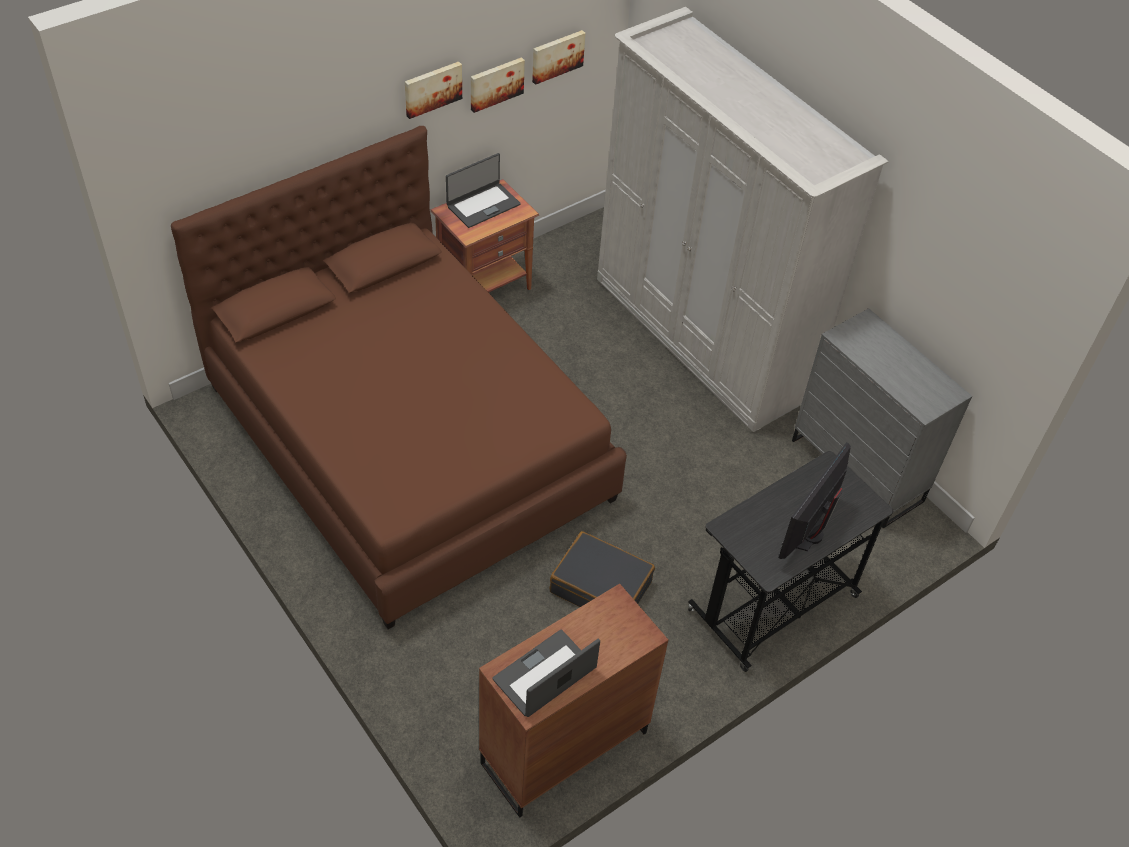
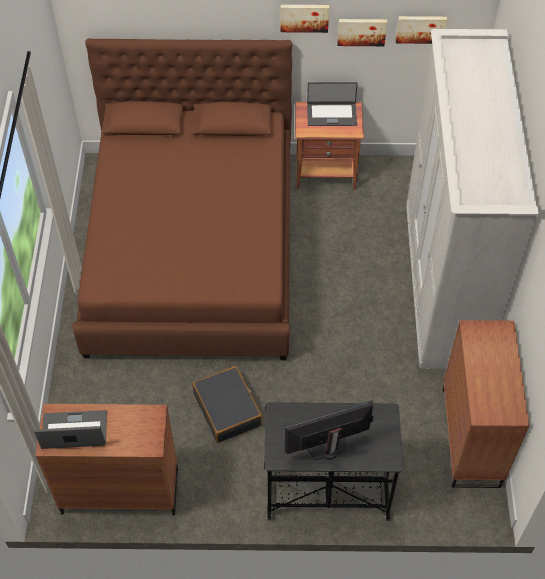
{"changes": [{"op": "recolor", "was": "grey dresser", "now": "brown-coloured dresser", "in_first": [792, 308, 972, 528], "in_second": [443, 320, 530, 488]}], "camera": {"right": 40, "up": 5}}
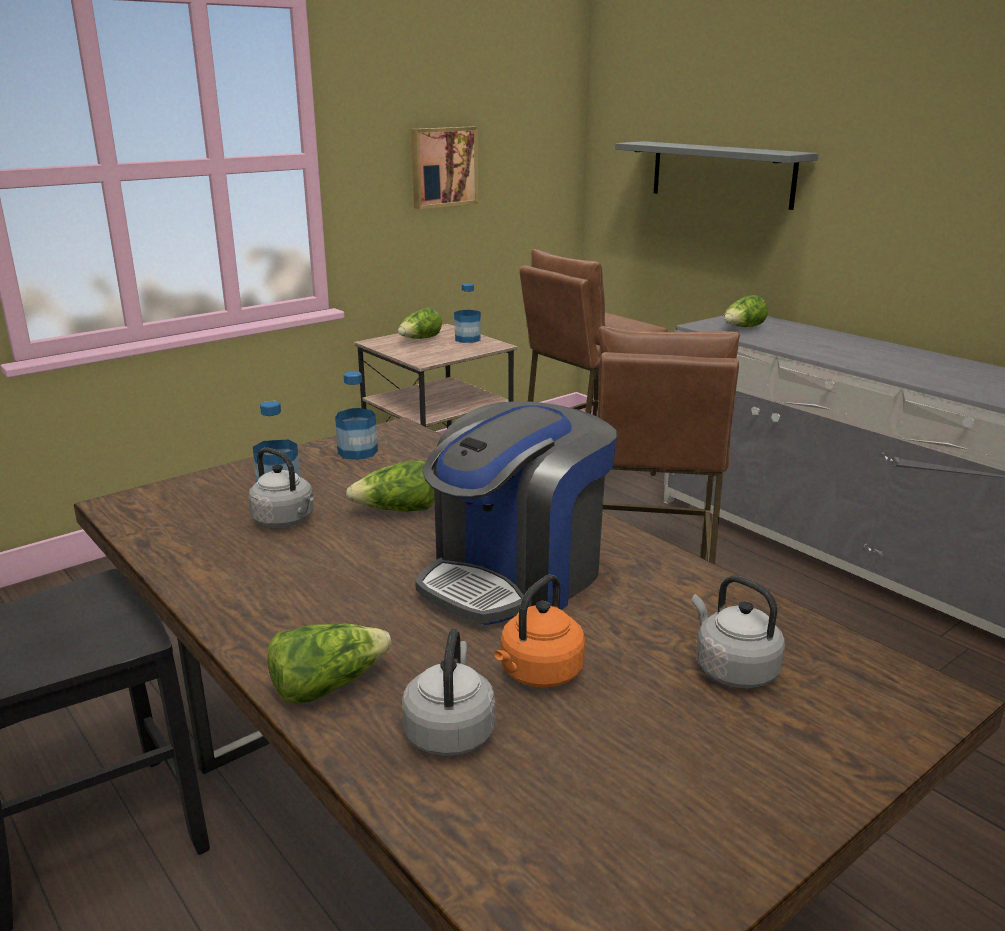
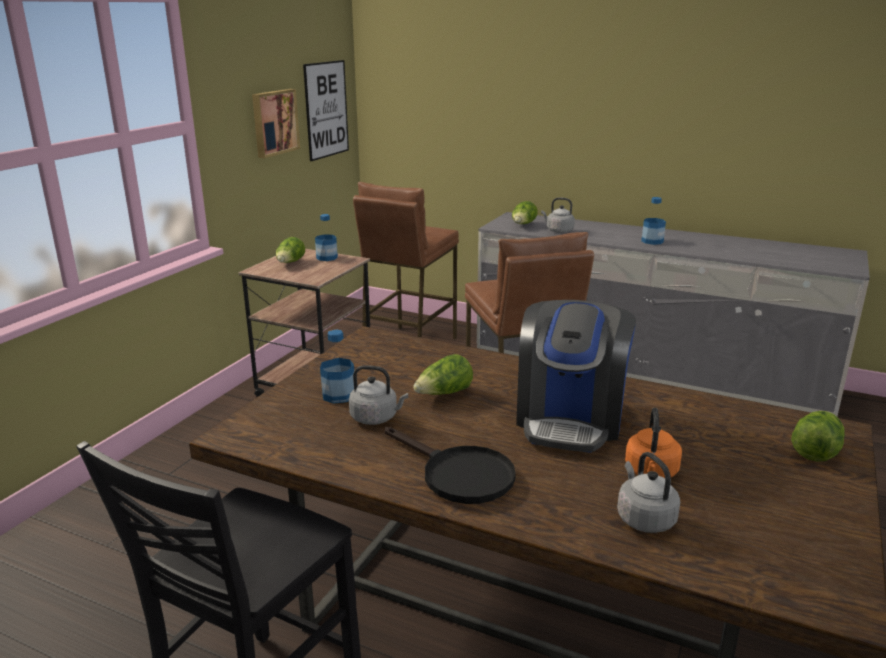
{"changes": [{"op": "delete", "was": "grey wall shelf", "in_first": [615, 141, 819, 210]}, {"op": "move", "was": "bottle", "in_first": [335, 371, 378, 460], "in_second": [641, 197, 666, 245]}, {"op": "move", "was": "grey tea kettle", "in_first": [692, 576, 785, 688], "in_second": [541, 198, 575, 233]}, {"op": "move", "was": "lettuce head", "in_first": [267, 624, 392, 704], "in_second": [791, 411, 845, 462]}, {"op": "insert", "now": "picture", "in_second": [303, 60, 349, 161]}, {"op": "insert", "now": "black-coloured pan", "in_second": [385, 427, 516, 504]}], "camera": {"right": -25, "up": 0}}
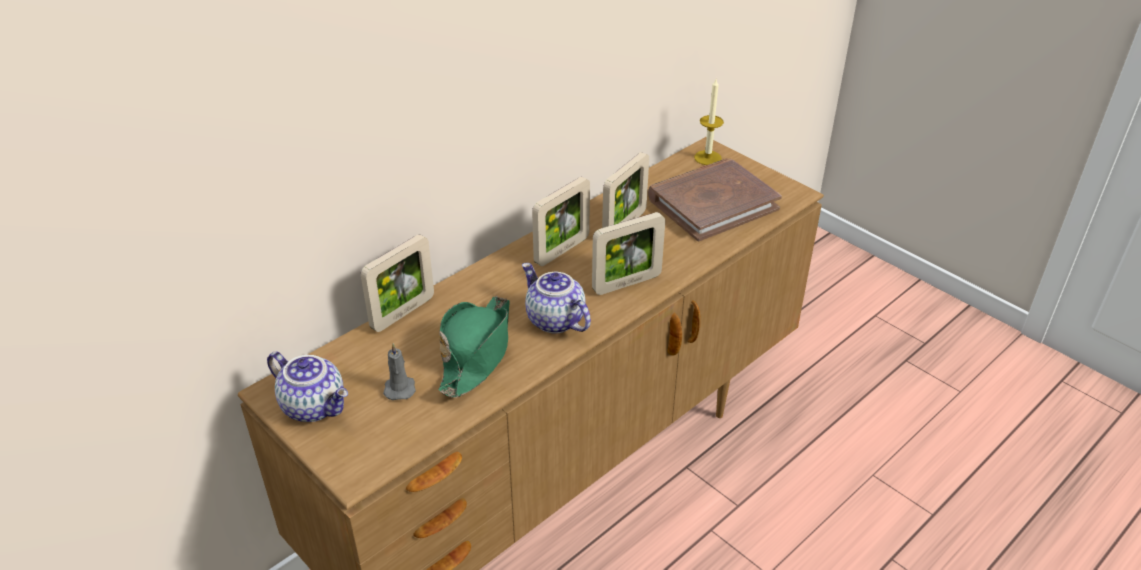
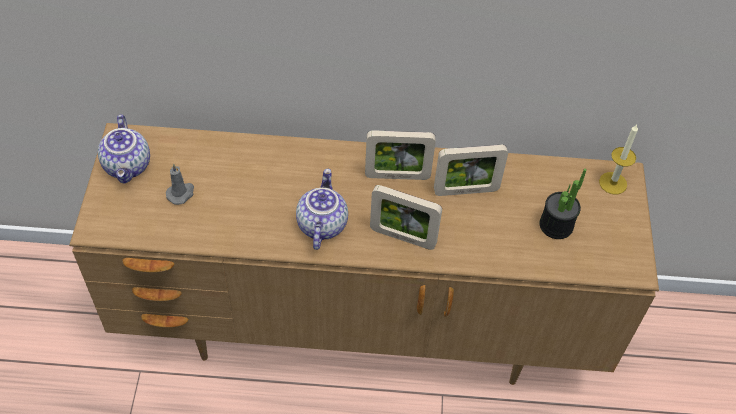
{"changes": [{"op": "replace", "was": "brown-coloured book", "now": "houseplant", "in_first": [648, 158, 782, 241], "in_second": [540, 169, 587, 239]}, {"op": "delete", "was": "picture frame", "in_first": [361, 235, 434, 332]}, {"op": "delete", "was": "green-coloured clothing hat", "in_first": [439, 296, 510, 398]}], "camera": {"right": 45, "up": 15}}
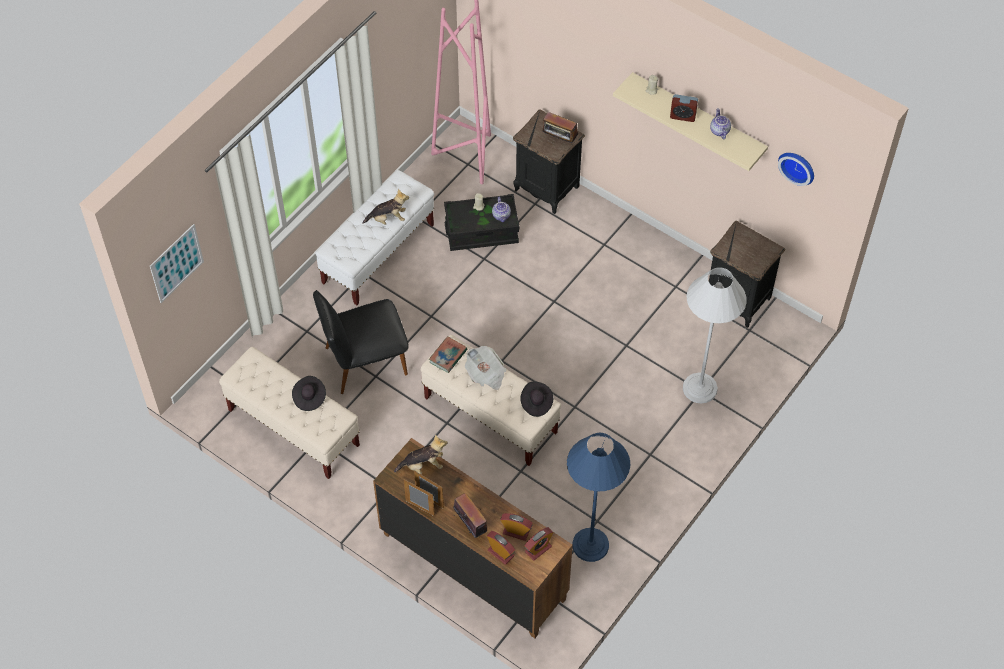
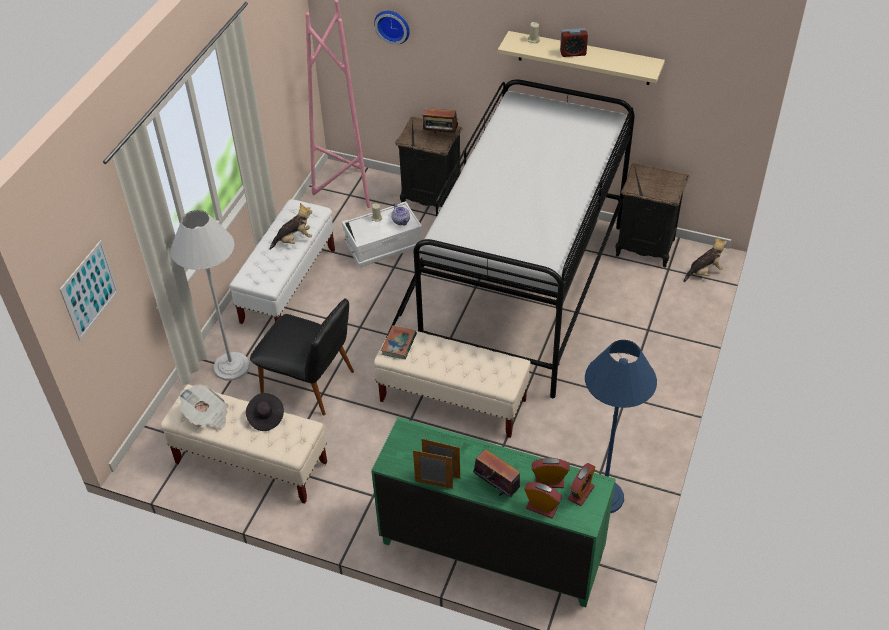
{"changes": [{"op": "delete", "was": "pot for tea", "in_first": [710, 108, 731, 139]}, {"op": "move", "was": "hanging clock", "in_first": [778, 153, 814, 186], "in_second": [374, 11, 410, 45]}, {"op": "recolor", "was": "black-coloured storage container", "now": "white-coloured storage container", "in_first": [444, 194, 520, 251], "in_second": [342, 201, 422, 267]}, {"op": "move", "was": "white-coloured standing lamp", "in_first": [683, 267, 747, 403], "in_second": [170, 210, 250, 381]}, {"op": "rotate", "was": "black-coloured plain chair", "in_first": [313, 290, 409, 394], "in_second": [250, 298, 354, 415], "clockwise": -120}, {"op": "move", "was": "printed paper", "in_first": [465, 346, 507, 390], "in_second": [179, 384, 229, 428]}, {"op": "delete", "was": "black-coloured clothing hat", "in_first": [520, 382, 553, 417]}, {"op": "move", "was": "cuddly toy", "in_first": [394, 435, 448, 474], "in_second": [683, 237, 727, 282]}, {"op": "recolor", "was": "brown-coloured dresser", "now": "green-coloured dresser", "in_first": [373, 438, 573, 638], "in_second": [371, 417, 616, 607]}, {"op": "insert", "now": "black-coloured bedroom bed", "in_second": [386, 79, 635, 398]}], "camera": {"right": -15, "up": -10}}
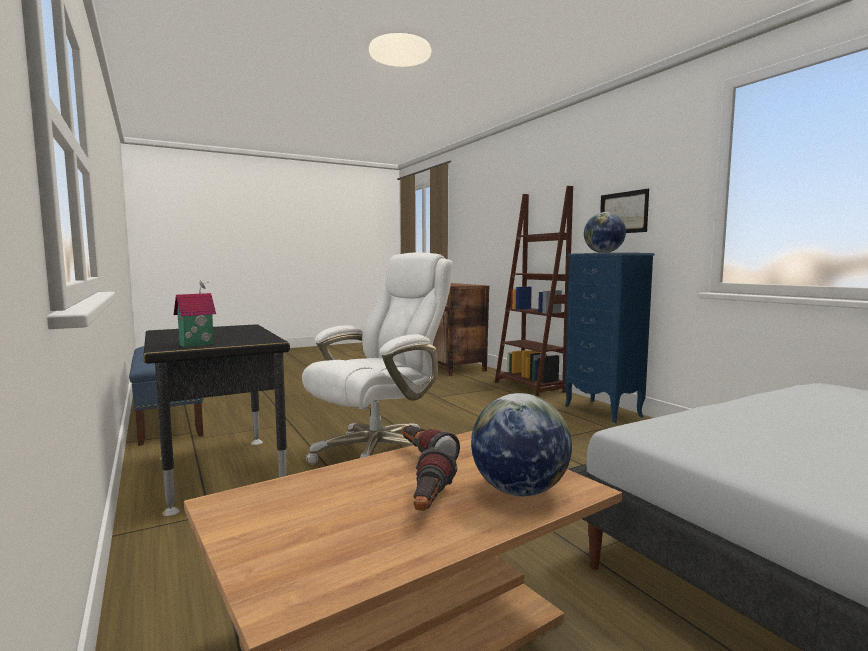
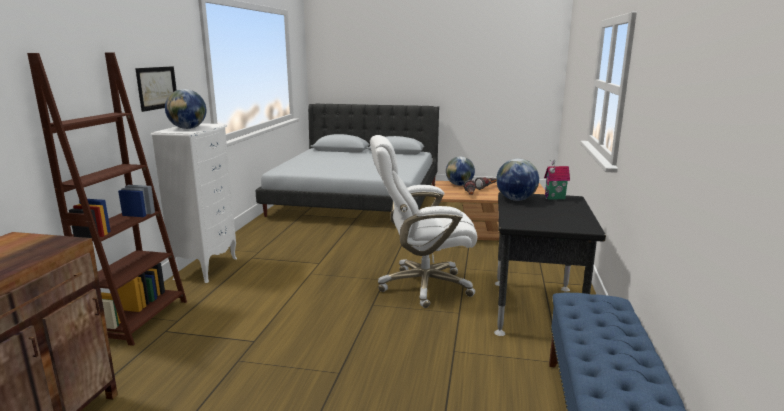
{"changes": [{"op": "recolor", "was": "bluish dresser", "now": "white-coloured dresser", "in_first": [565, 253, 655, 423], "in_second": [151, 123, 237, 283]}, {"op": "insert", "now": "globe", "in_second": [496, 158, 539, 201]}], "camera": {"right": -140, "up": 10}}
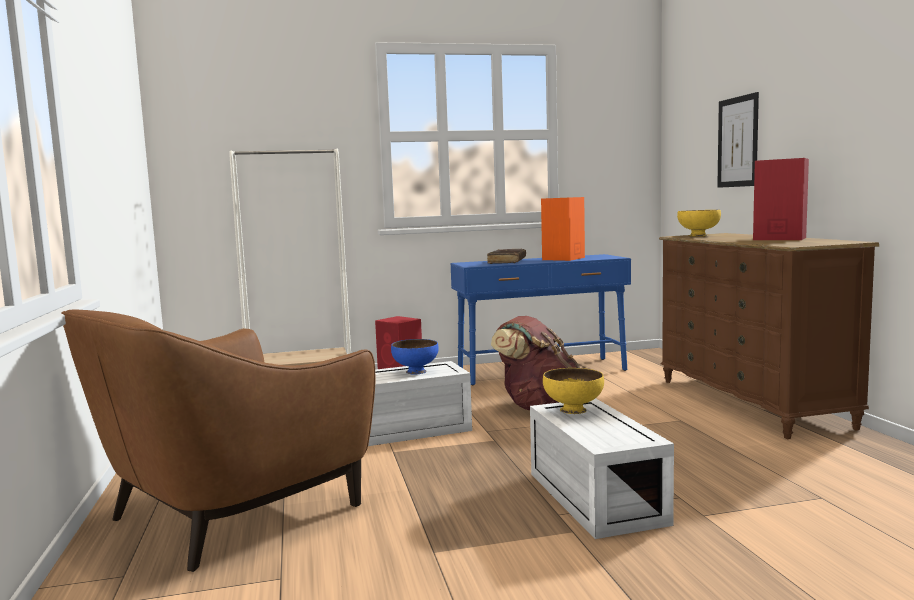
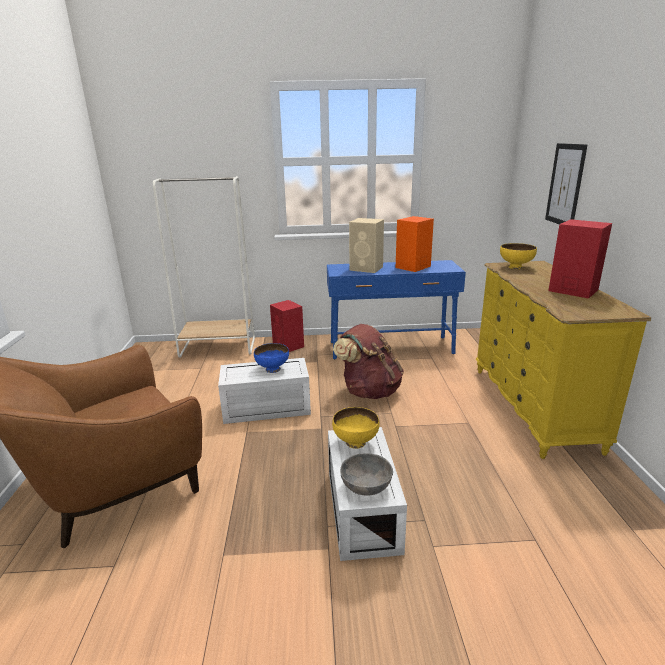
{"changes": [{"op": "recolor", "was": "brown-coloured dresser", "now": "yellow-coloured dresser", "in_first": [659, 233, 879, 439], "in_second": [476, 261, 651, 459]}, {"op": "replace", "was": "brown-coloured book", "now": "beige audio speaker", "in_first": [487, 248, 526, 264], "in_second": [349, 218, 384, 273]}, {"op": "insert", "now": "grey serving bowl", "in_second": [340, 453, 393, 496]}], "camera": {"right": 10, "up": 15}}
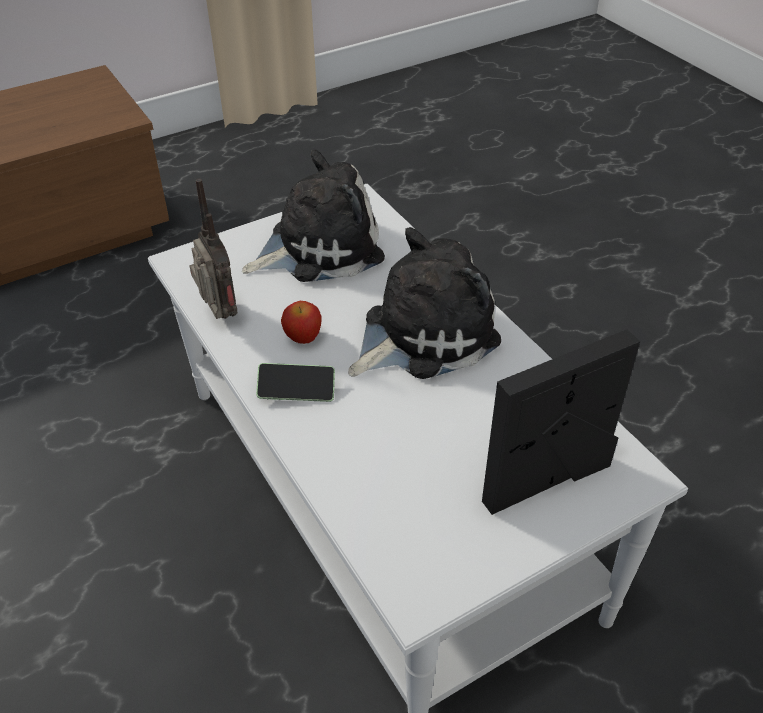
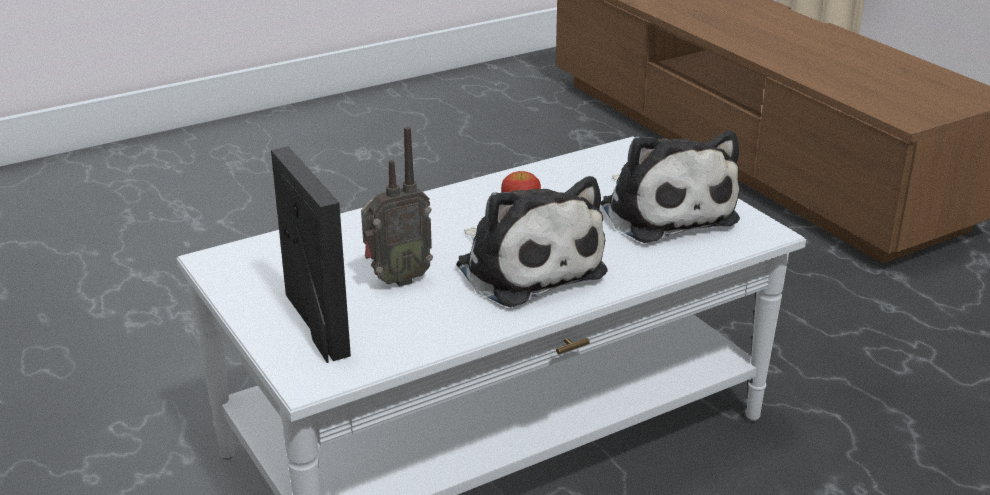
{"changes": [{"op": "move", "was": "radio receiver", "in_first": [189, 179, 237, 319], "in_second": [361, 127, 433, 287]}, {"op": "delete", "was": "handset", "in_first": [256, 363, 335, 402]}], "camera": {"right": 90, "up": -15}}
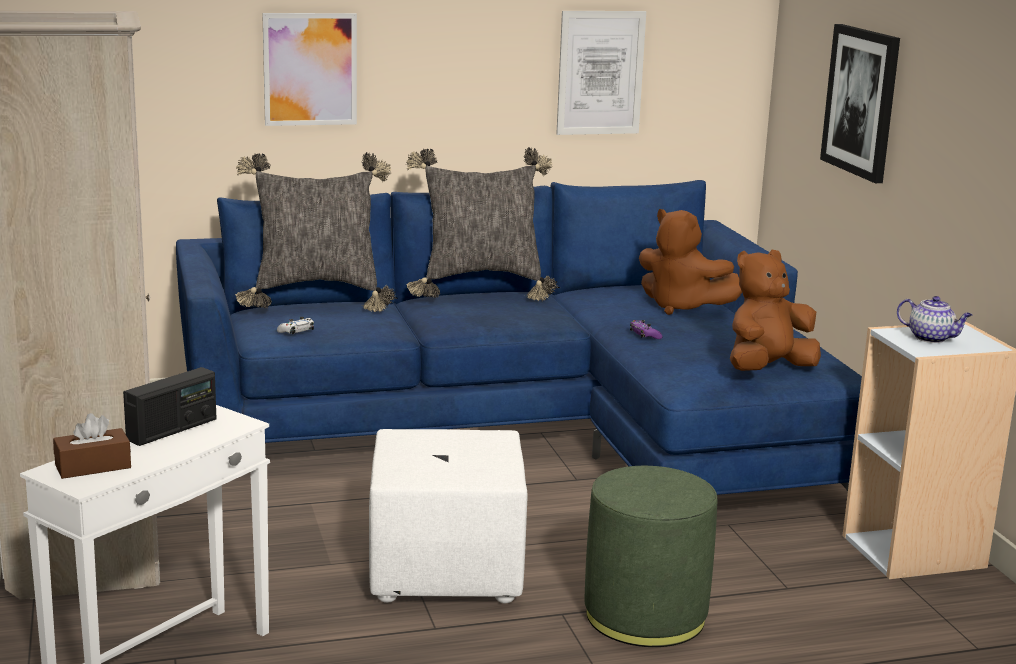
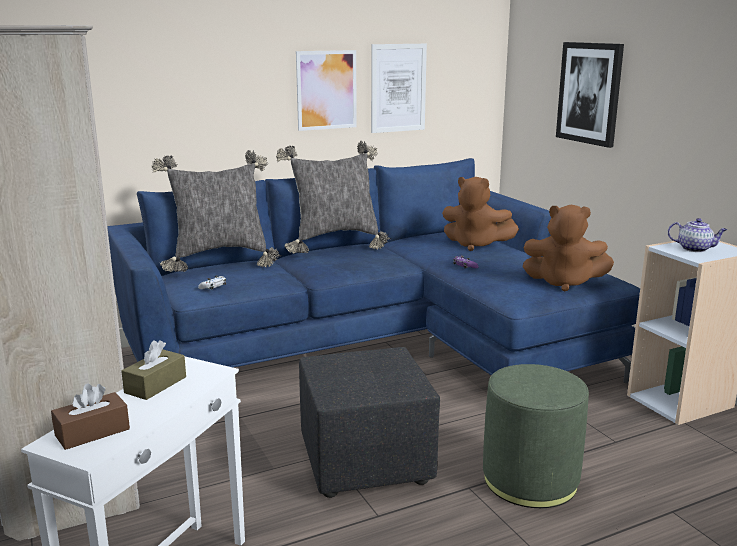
{"changes": [{"op": "move", "was": "picture", "in_first": [262, 13, 357, 126], "in_second": [296, 50, 357, 131]}, {"op": "rotate", "was": "brown-coloured cuddly toy", "in_first": [730, 250, 821, 371], "in_second": [522, 205, 614, 292], "clockwise": -120}, {"op": "replace", "was": "radio receiver", "now": "brown-coloured tissue holder", "in_first": [123, 367, 217, 446], "in_second": [121, 340, 186, 400]}, {"op": "recolor", "was": "white-coloured footrest", "now": "black-coloured footrest", "in_first": [369, 429, 528, 603], "in_second": [299, 347, 440, 498]}], "camera": {"right": -10, "up": 0}}
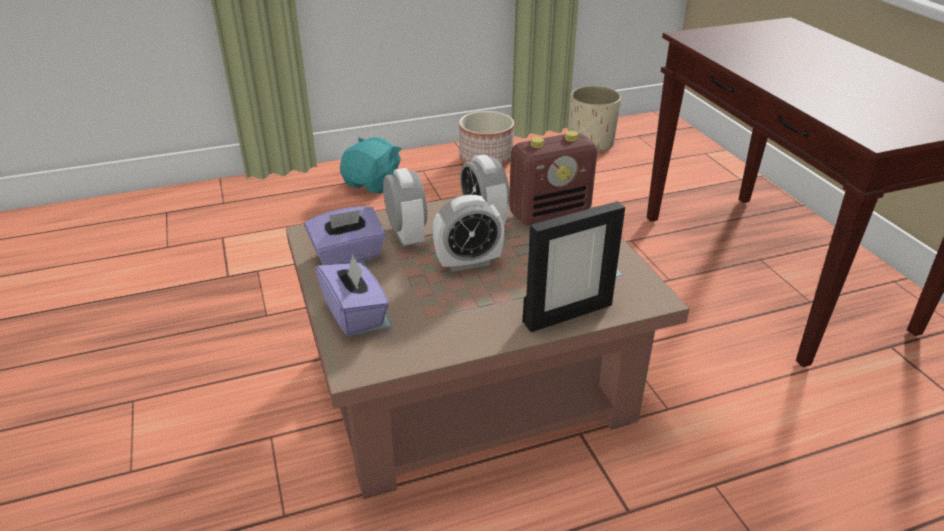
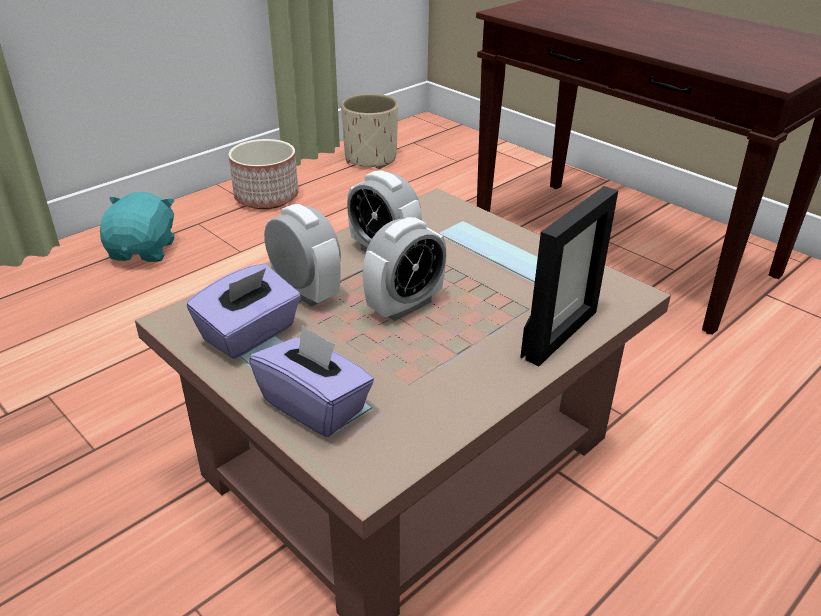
{"changes": [{"op": "delete", "was": "radio receiver", "in_first": [509, 131, 597, 225]}], "camera": {"right": -25, "up": 0}}
